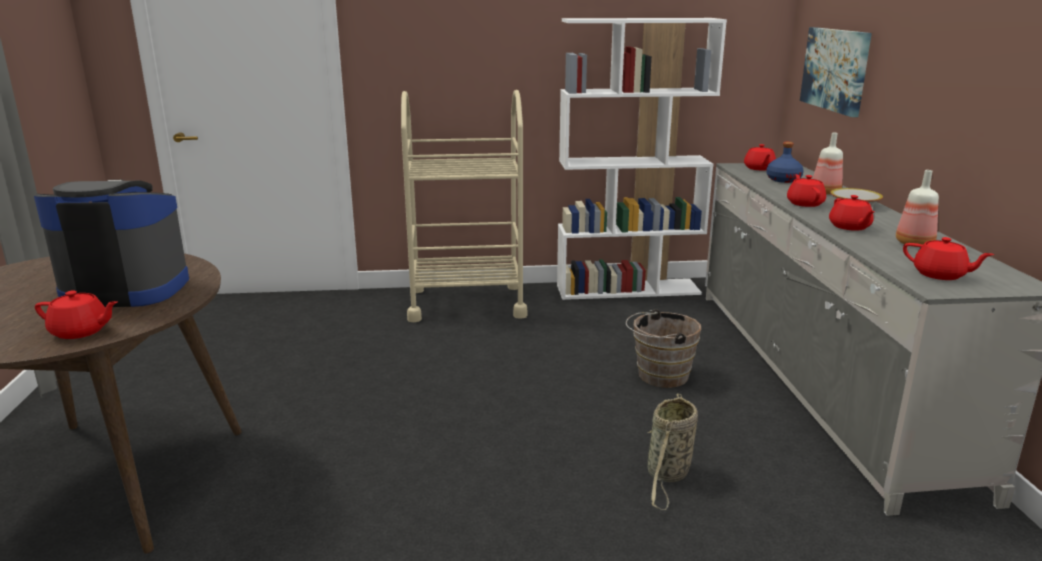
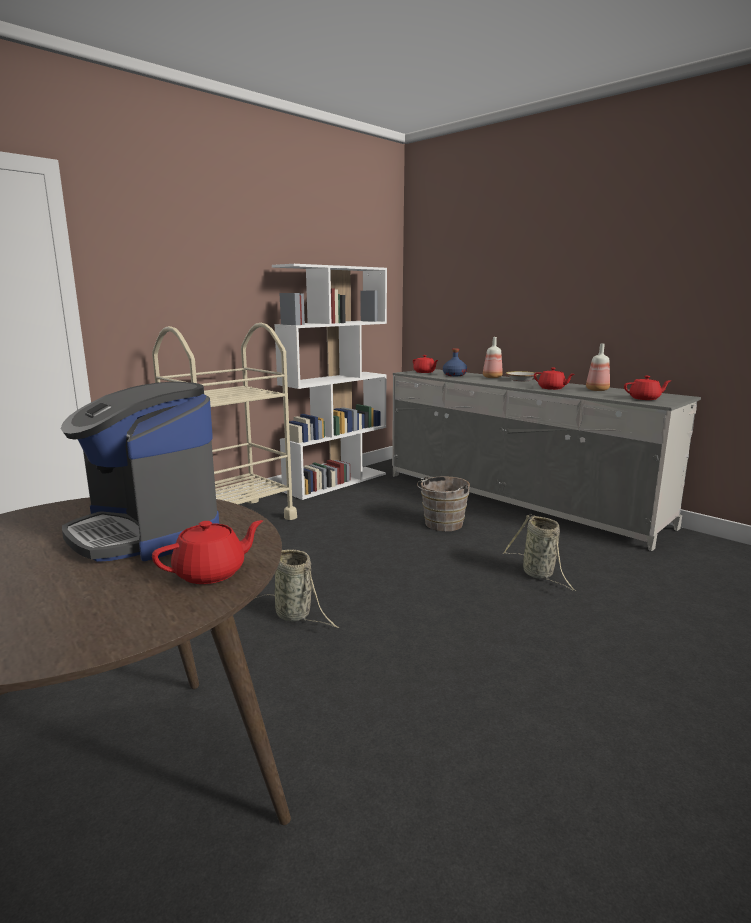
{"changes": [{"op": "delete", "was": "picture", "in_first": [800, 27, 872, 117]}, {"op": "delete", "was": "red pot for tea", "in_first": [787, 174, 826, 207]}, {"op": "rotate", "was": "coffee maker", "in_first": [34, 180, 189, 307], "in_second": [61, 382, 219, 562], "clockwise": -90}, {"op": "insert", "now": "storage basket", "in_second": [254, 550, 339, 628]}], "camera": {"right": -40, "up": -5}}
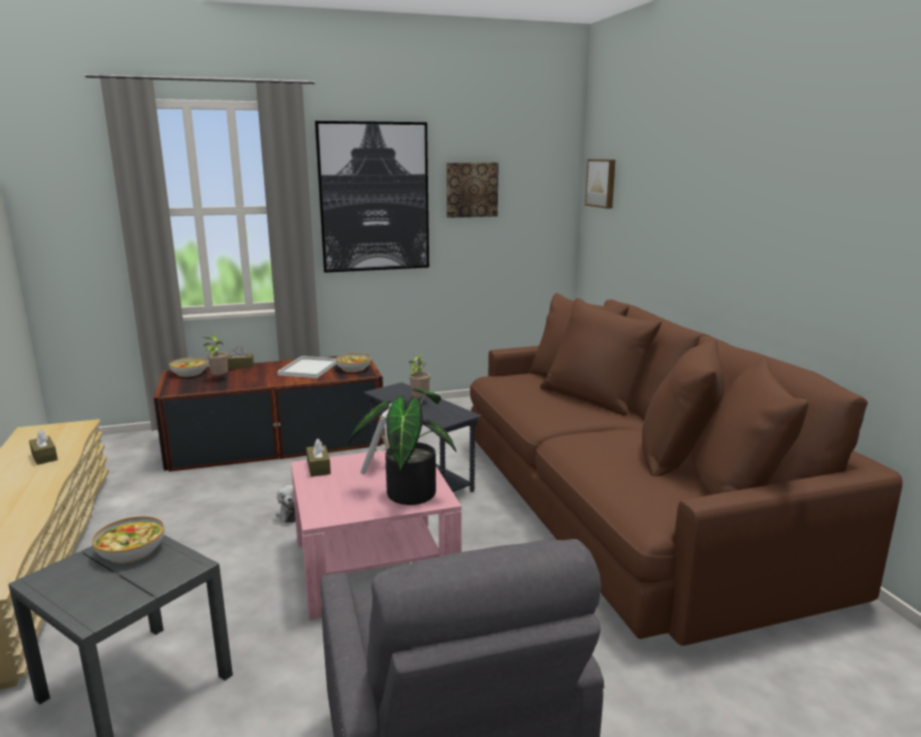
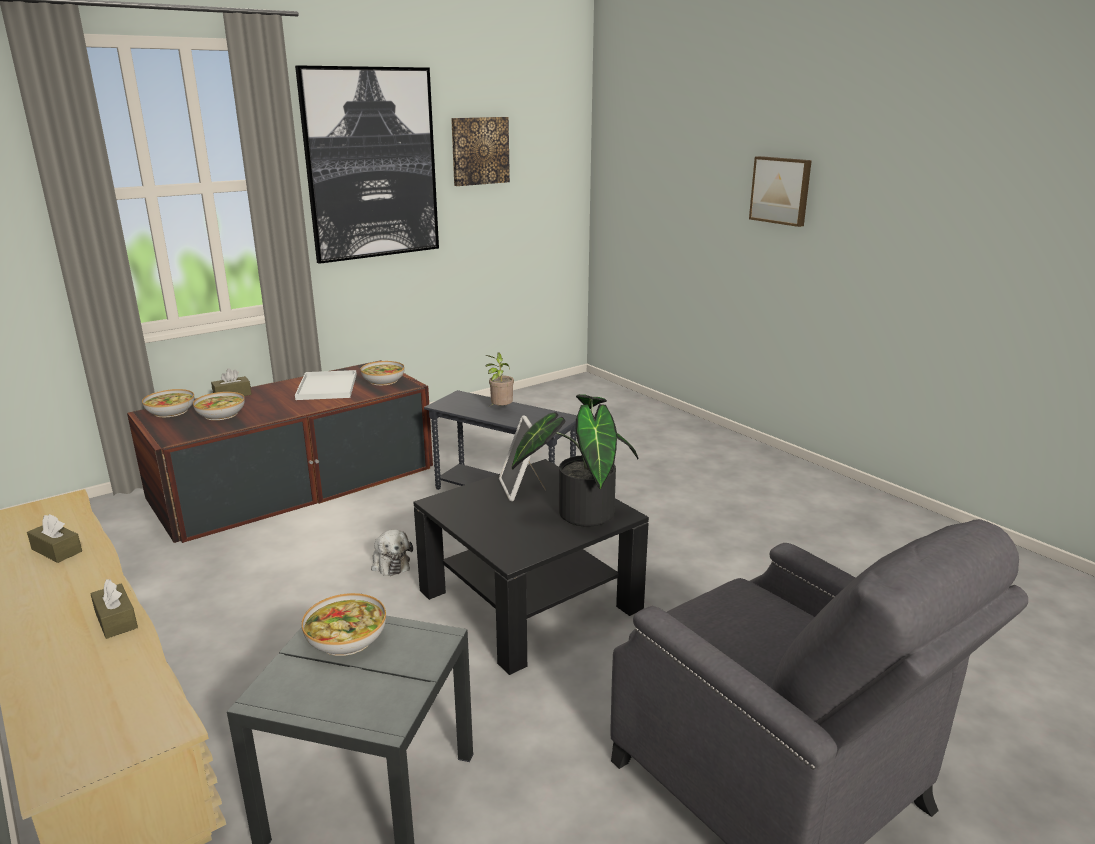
{"changes": [{"op": "move", "was": "picture", "in_first": [585, 159, 615, 209], "in_second": [749, 156, 812, 227]}, {"op": "delete", "was": "brown-coloured sofa", "in_first": [470, 293, 903, 646]}, {"op": "replace", "was": "houseplant", "now": "serving bowl", "in_first": [202, 335, 228, 376], "in_second": [193, 392, 245, 420]}, {"op": "move", "was": "brown-coloured tissue holder", "in_first": [306, 439, 331, 477], "in_second": [90, 579, 138, 639]}, {"op": "recolor", "was": "pink coffee table", "now": "black-coloured coffee table", "in_first": [291, 450, 462, 620], "in_second": [414, 459, 649, 675]}], "camera": {"right": -20, "up": 5}}
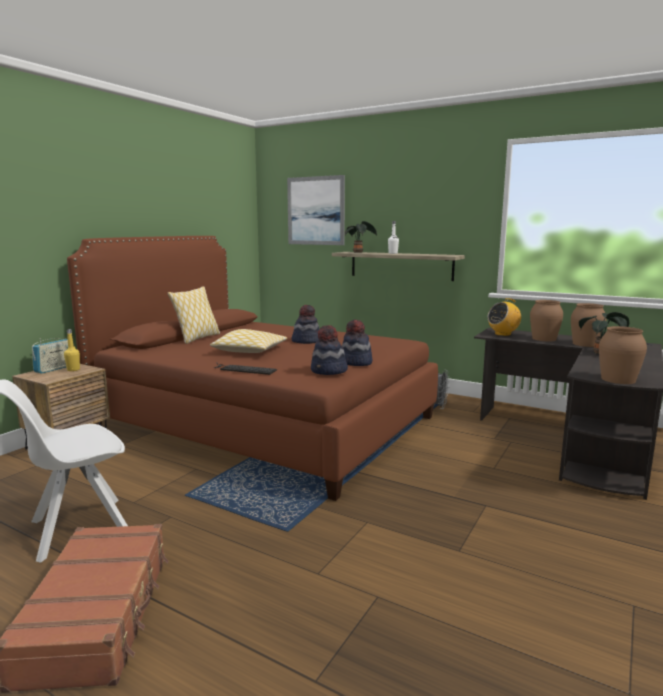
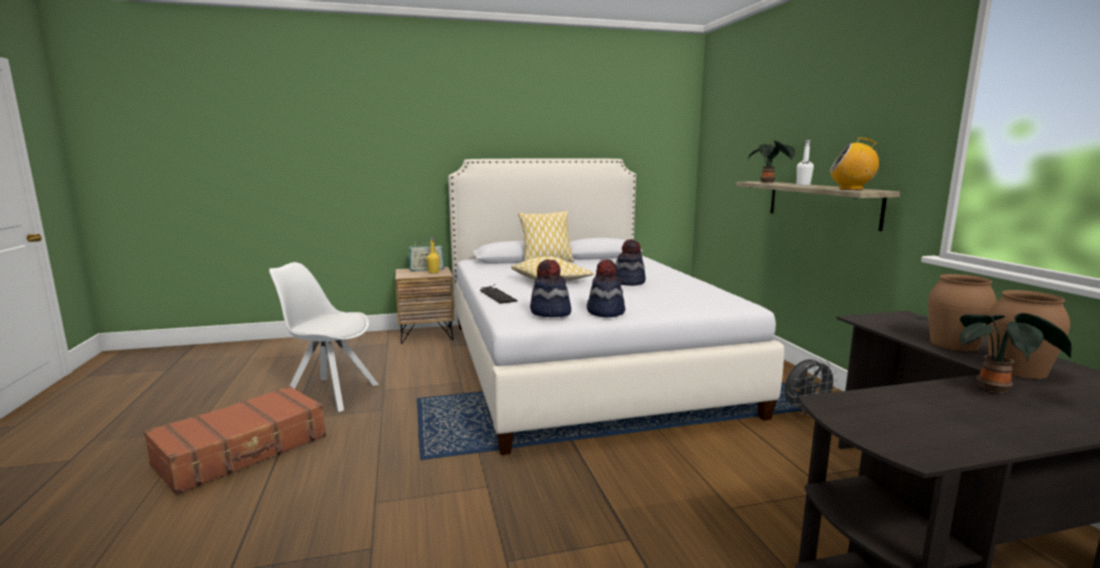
{"changes": [{"op": "delete", "was": "picture", "in_first": [287, 175, 345, 245]}, {"op": "recolor", "was": "brown-coloured bedroom bed", "now": "white-coloured bedroom bed", "in_first": [67, 236, 438, 501], "in_second": [448, 158, 784, 455]}, {"op": "move", "was": "radio receiver", "in_first": [488, 298, 521, 336], "in_second": [829, 138, 879, 190]}, {"op": "delete", "was": "brown-coloured vase", "in_first": [599, 326, 647, 384]}], "camera": {"right": 45, "up": 0}}
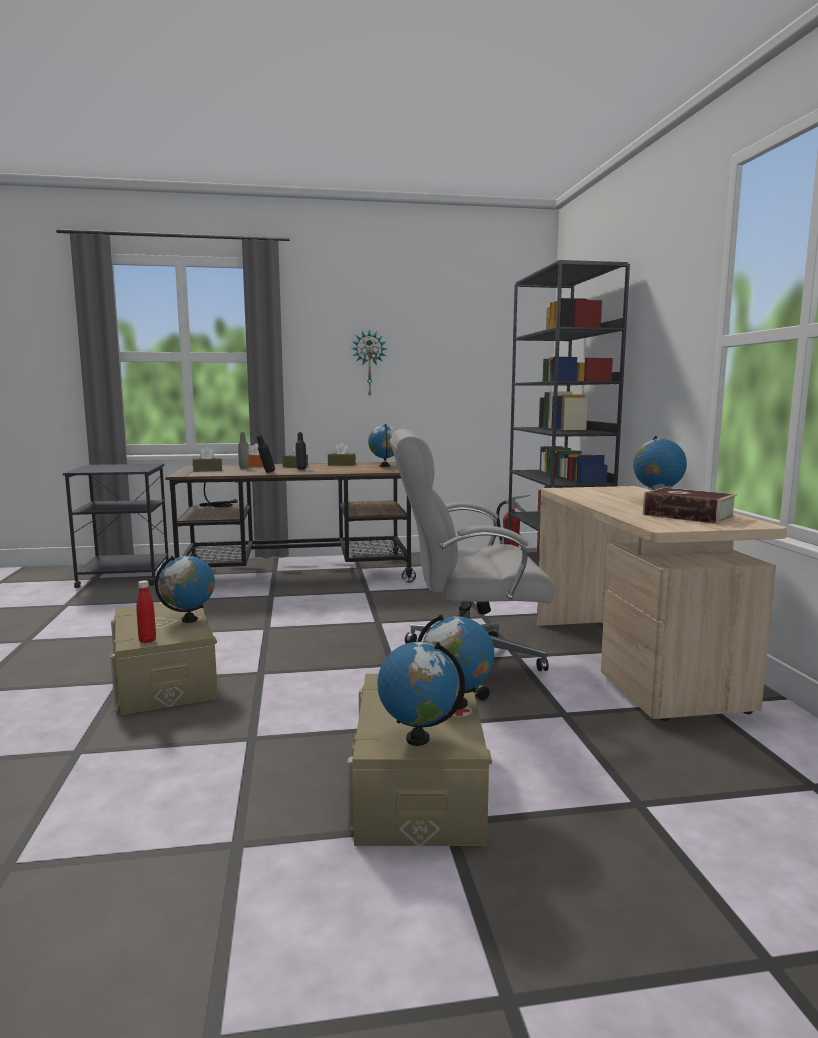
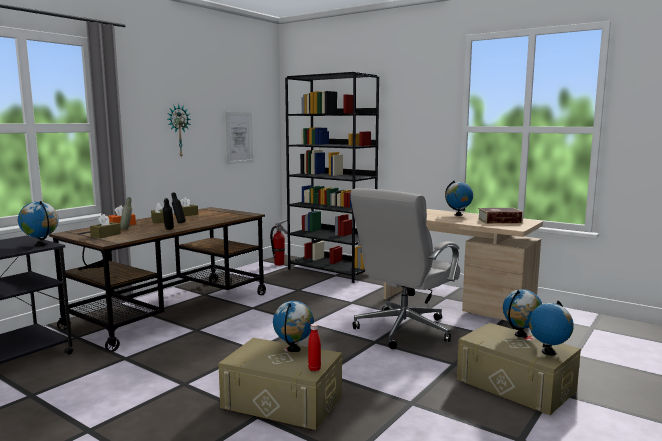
{"changes": [{"op": "move", "was": "globe", "in_first": [368, 424, 396, 467], "in_second": [18, 201, 59, 247]}, {"op": "insert", "now": "picture", "in_second": [225, 112, 253, 164]}], "camera": {"right": -45, "up": 0}}
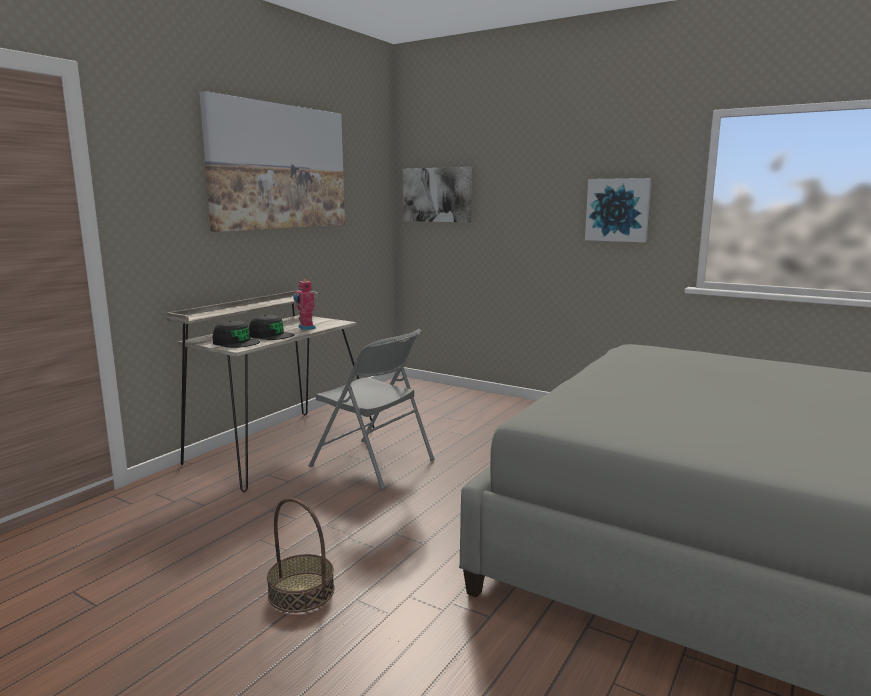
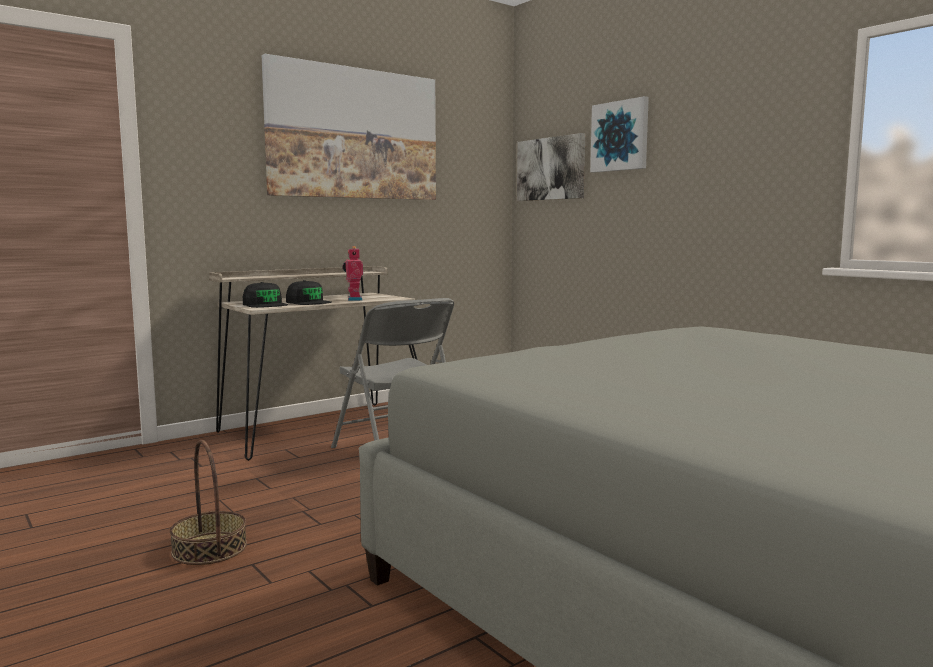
{"changes": [{"op": "move", "was": "picture", "in_first": [585, 178, 651, 242], "in_second": [590, 96, 649, 173]}], "camera": {"right": 20, "up": -5}}
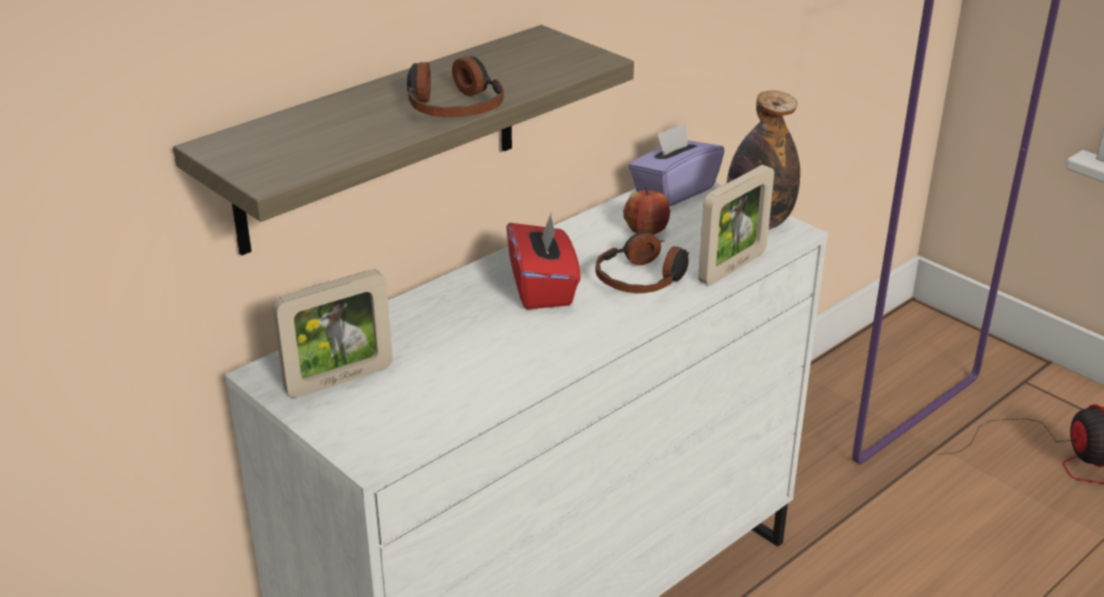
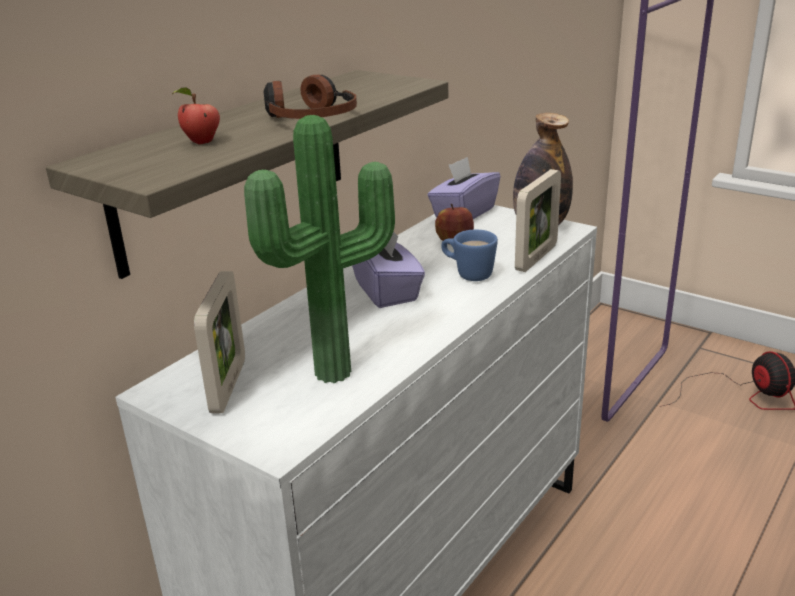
{"changes": [{"op": "recolor", "was": "red tissue holder", "now": "purple tissue holder", "in_first": [506, 214, 581, 309], "in_second": [352, 231, 425, 308]}, {"op": "replace", "was": "headset", "now": "bluish tea mug", "in_first": [596, 232, 689, 293], "in_second": [441, 230, 498, 281]}, {"op": "rotate", "was": "picture frame", "in_first": [273, 269, 393, 398], "in_second": [194, 271, 245, 413], "clockwise": -45}, {"op": "insert", "now": "apple fruit", "in_second": [172, 87, 220, 145]}, {"op": "insert", "now": "houseplant", "in_second": [244, 115, 395, 383]}], "camera": {"right": -10, "up": -5}}
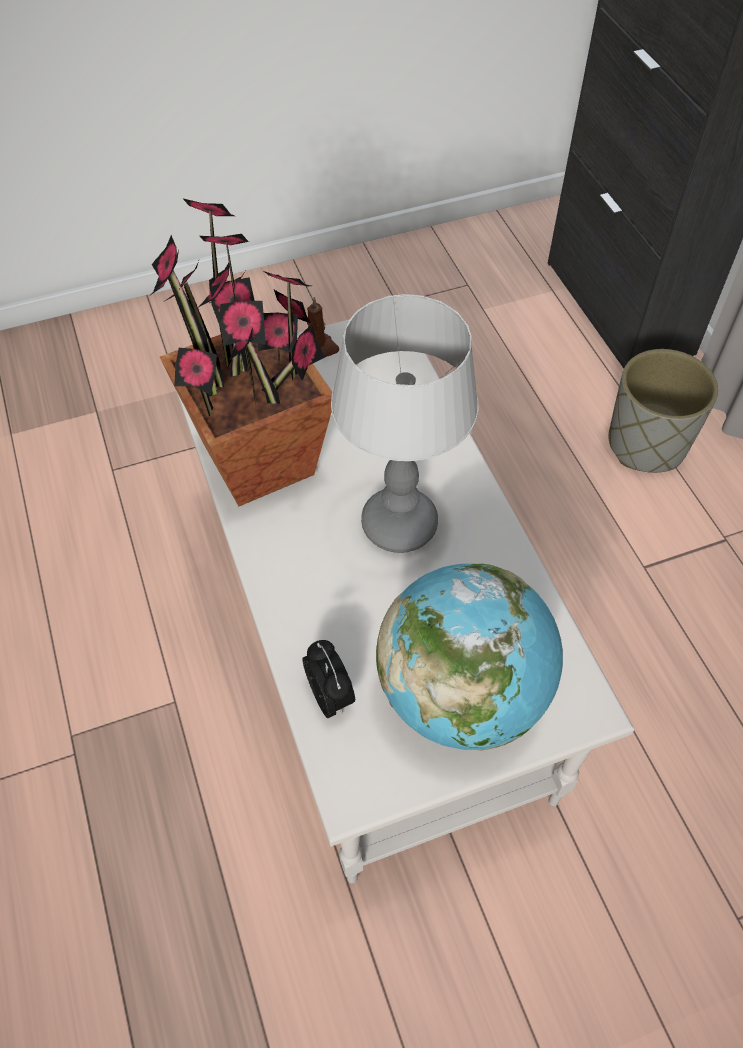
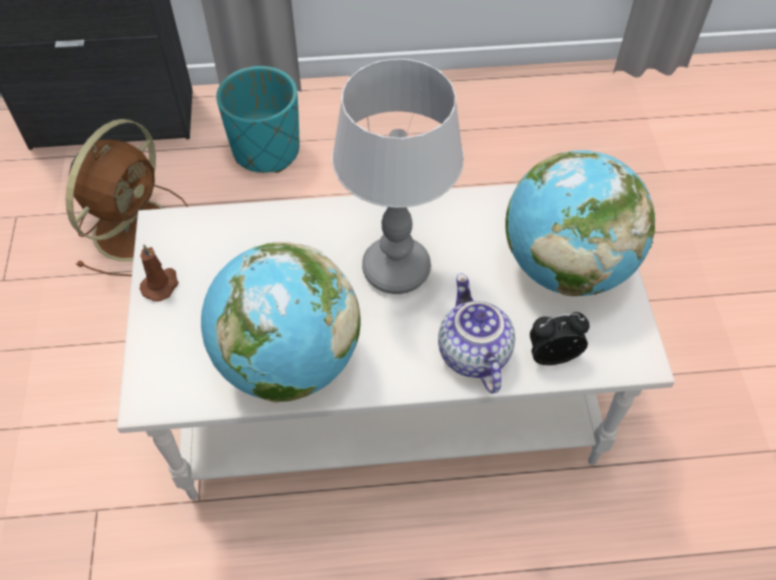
{"changes": [{"op": "replace", "was": "houseplant", "now": "globe", "in_first": [152, 199, 333, 506], "in_second": [201, 242, 360, 403]}, {"op": "recolor", "was": "grey plant pot", "now": "turquoise plant pot", "in_first": [609, 349, 718, 473], "in_second": [216, 66, 300, 173]}, {"op": "insert", "now": "brown-coloured electric fan", "in_second": [65, 119, 188, 276]}, {"op": "insert", "now": "pot for tea", "in_second": [438, 273, 515, 394]}], "camera": {"right": -75, "up": 0}}
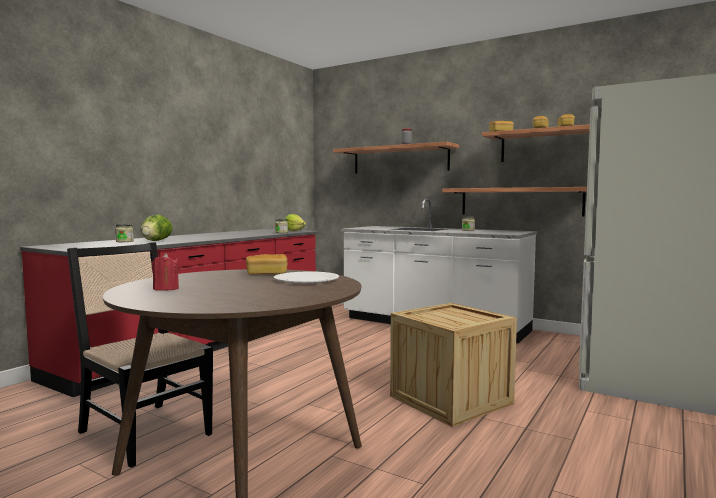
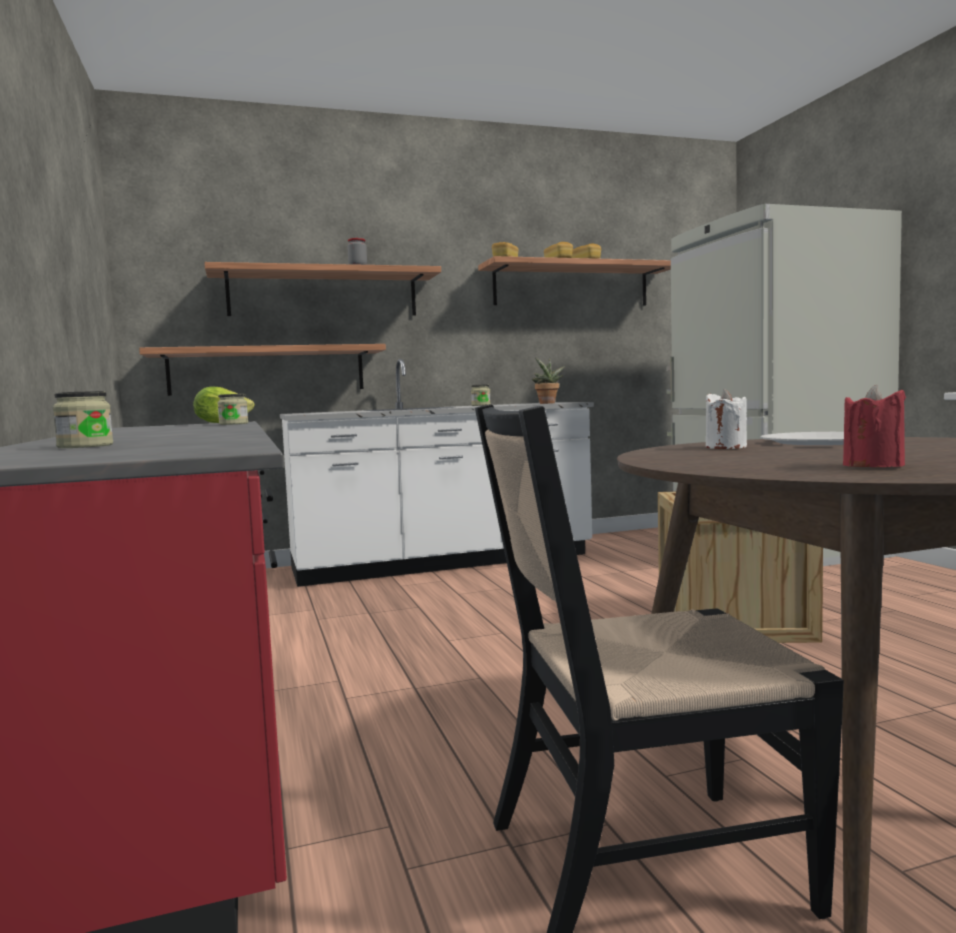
{"changes": [{"op": "move", "was": "wall shelf", "in_first": [442, 187, 587, 217], "in_second": [139, 344, 386, 396]}, {"op": "delete", "was": "lettuce head", "in_first": [140, 214, 173, 241]}, {"op": "replace", "was": "bread", "now": "white-coloured wax light", "in_first": [246, 254, 287, 275], "in_second": [705, 389, 747, 449]}, {"op": "insert", "now": "houseplant", "in_second": [532, 357, 565, 404]}], "camera": {"right": -50, "up": 0}}
